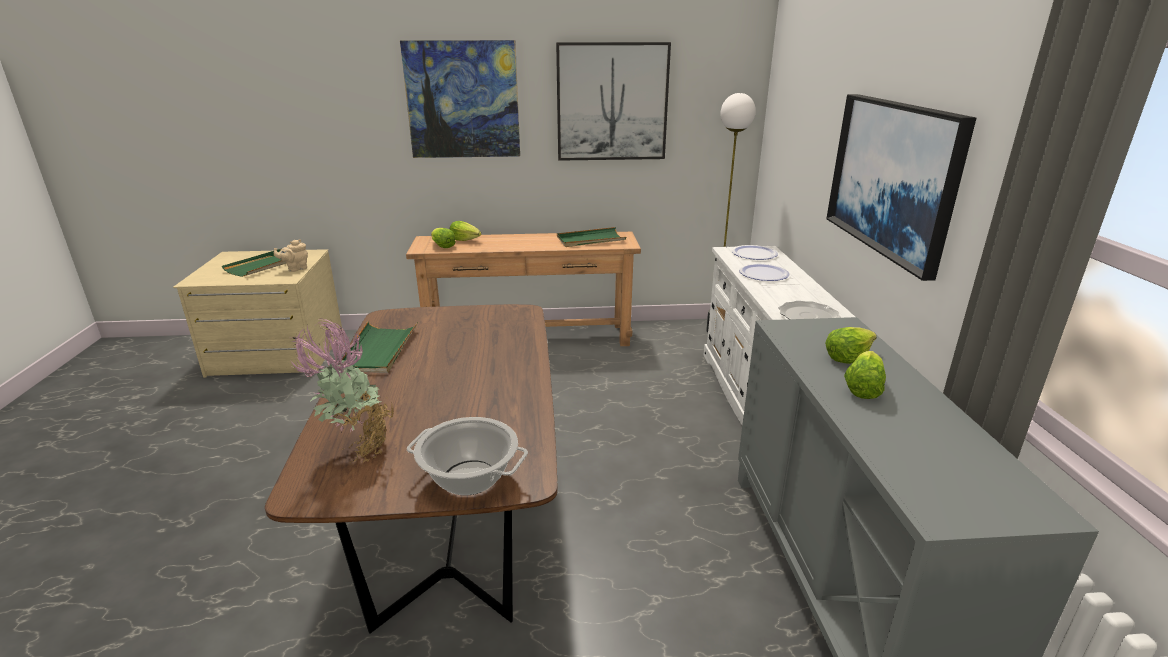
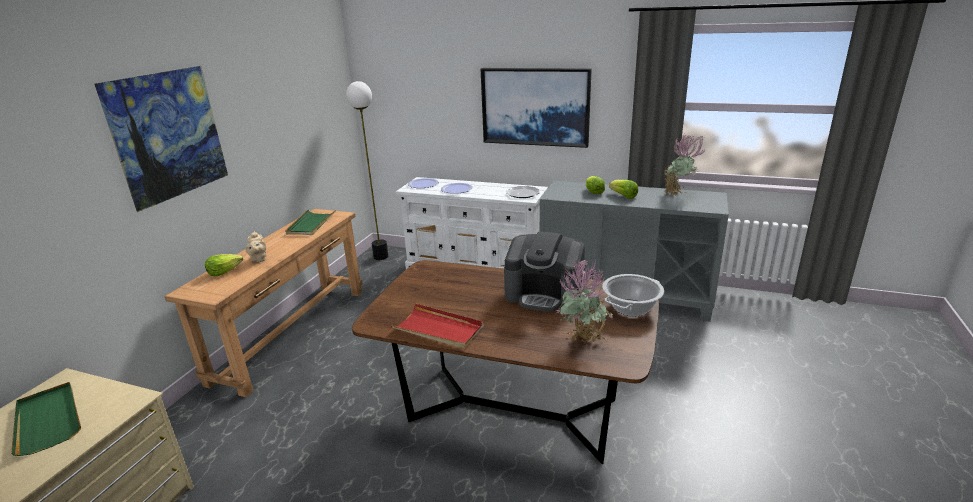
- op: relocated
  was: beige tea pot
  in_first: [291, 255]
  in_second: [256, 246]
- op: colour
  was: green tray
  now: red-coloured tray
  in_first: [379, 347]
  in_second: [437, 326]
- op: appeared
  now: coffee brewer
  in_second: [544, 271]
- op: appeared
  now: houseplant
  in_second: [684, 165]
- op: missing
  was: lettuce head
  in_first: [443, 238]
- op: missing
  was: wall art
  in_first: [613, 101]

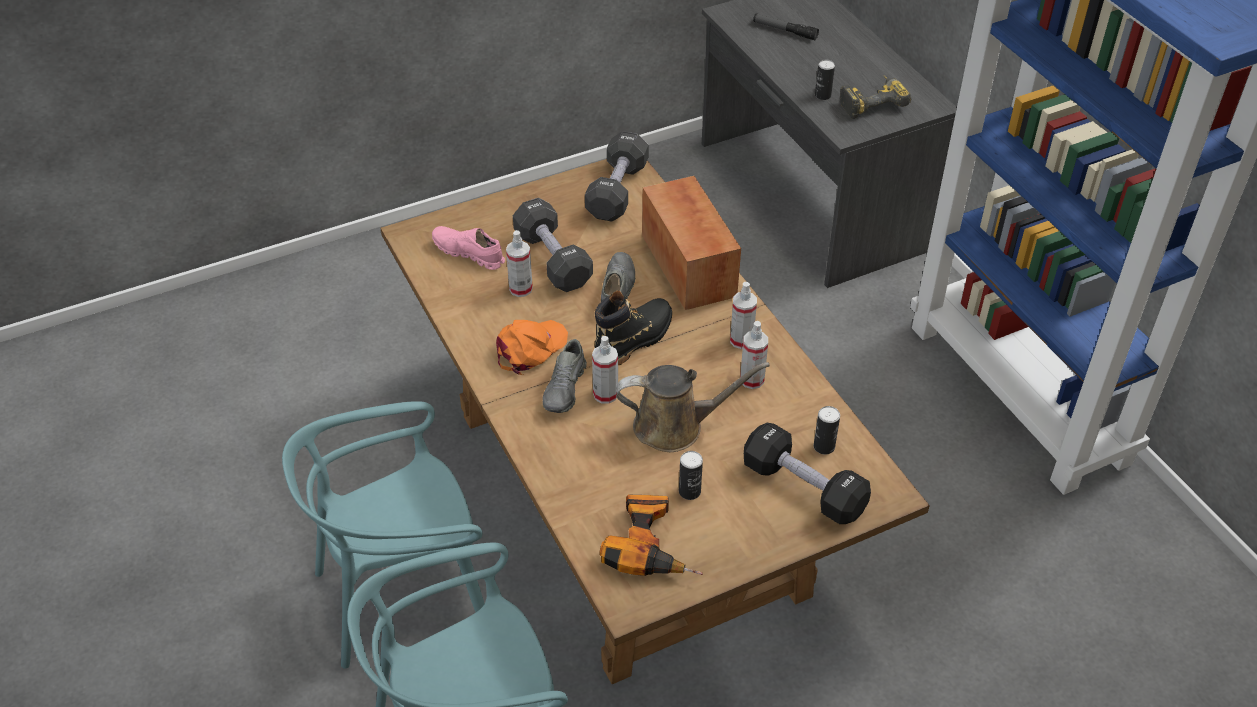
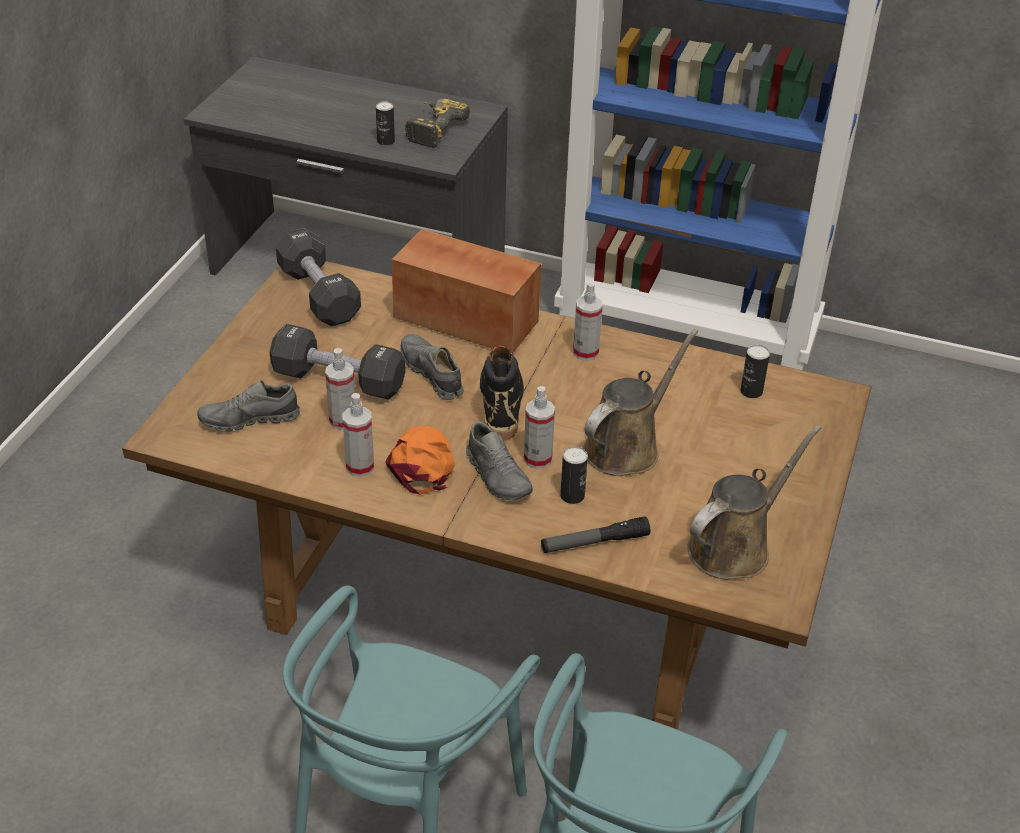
- op: colour
  was: pink-coloured low shoe
  now: gray low shoe
  in_first: [468, 248]
  in_second: [248, 405]
- op: relocated
  was: hand sprayer
  in_first: [754, 355]
  in_second: [358, 435]
- op: relocated
  was: flashlight
  in_first: [786, 27]
  in_second: [595, 534]
- op: relocated
  was: can
  in_first: [691, 475]
  in_second: [574, 475]
- op: exchanged
  was: electric drill
  now: brownish watering can
  in_first: [651, 535]
  in_second: [754, 502]
- op: missing
  was: black free weight
  in_first: [807, 473]

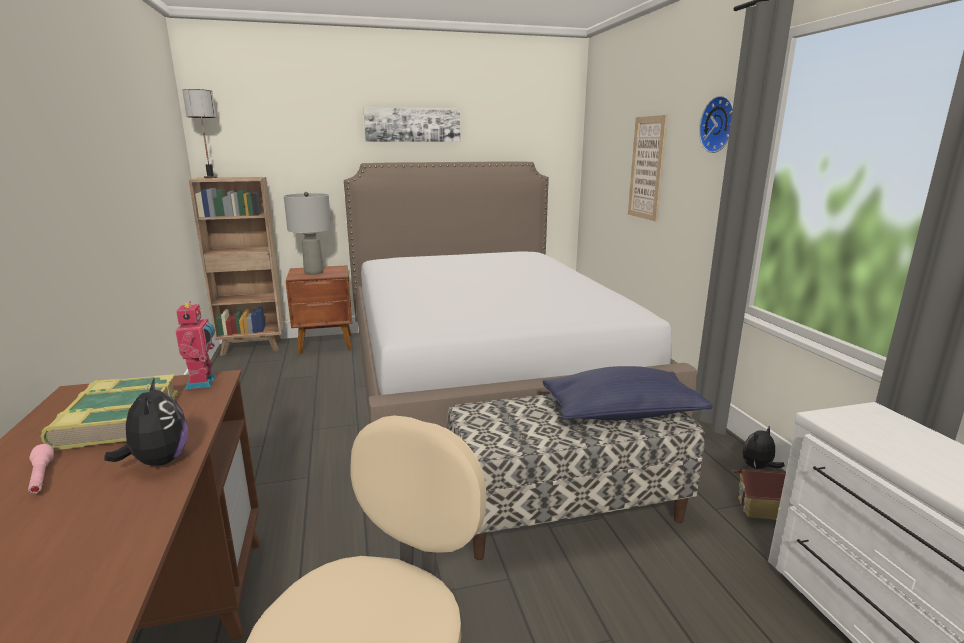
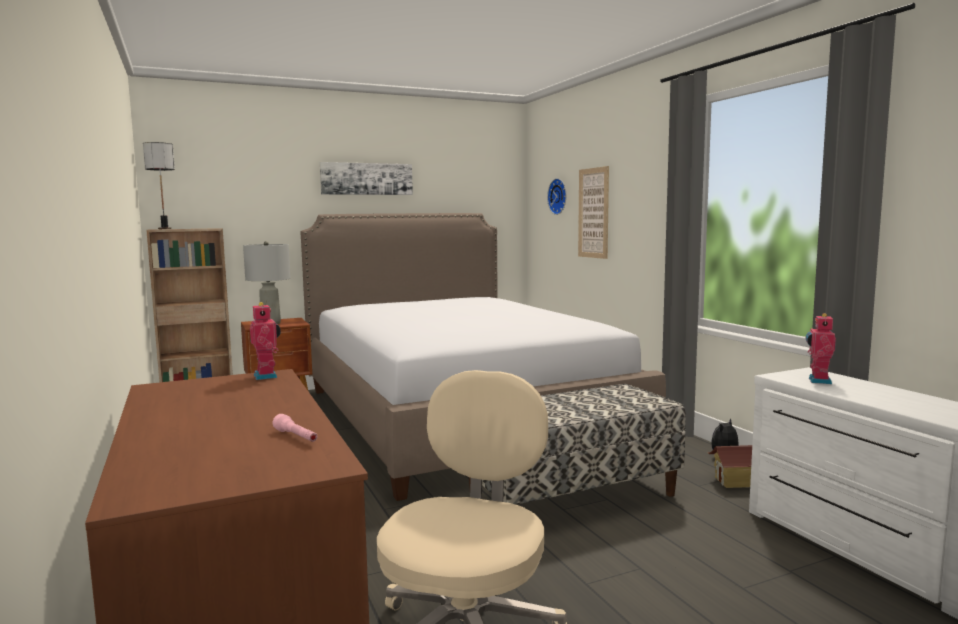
- op: relocated
  was: pink-coloured flashlight
  in_first: [41, 469]
  in_second: [294, 428]
- op: relocated
  was: clock on the wall
  in_first: [716, 124]
  in_second: [556, 196]
- op: appeared
  now: toy robot
  in_second: [821, 348]
- op: missing
  was: book
  in_first: [109, 412]
- op: missing
  was: cuddly toy
  in_first: [146, 422]
- op: missing
  was: bluish cushion
  in_first: [627, 393]

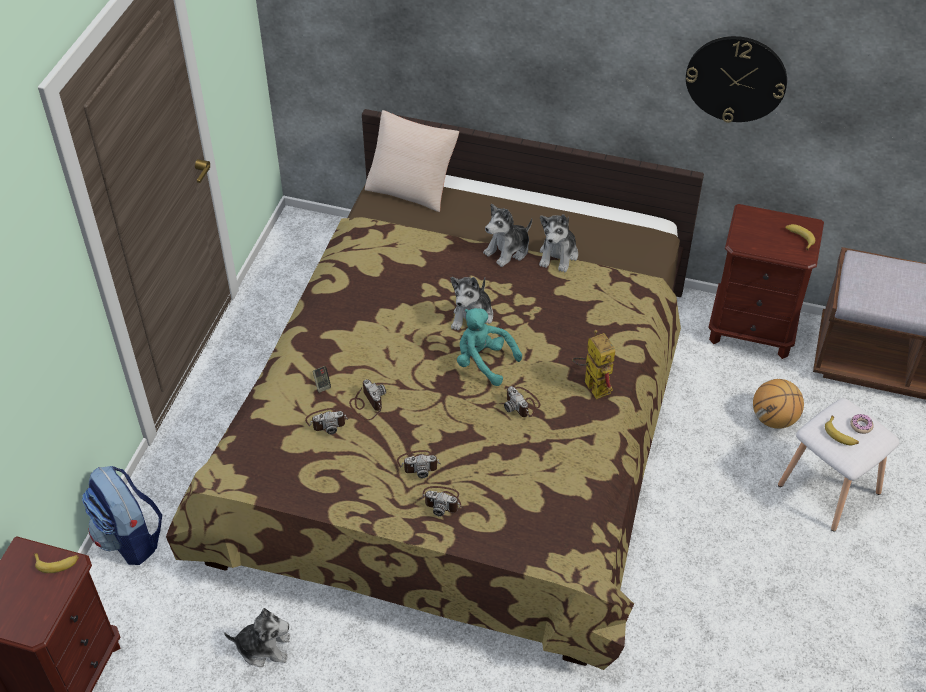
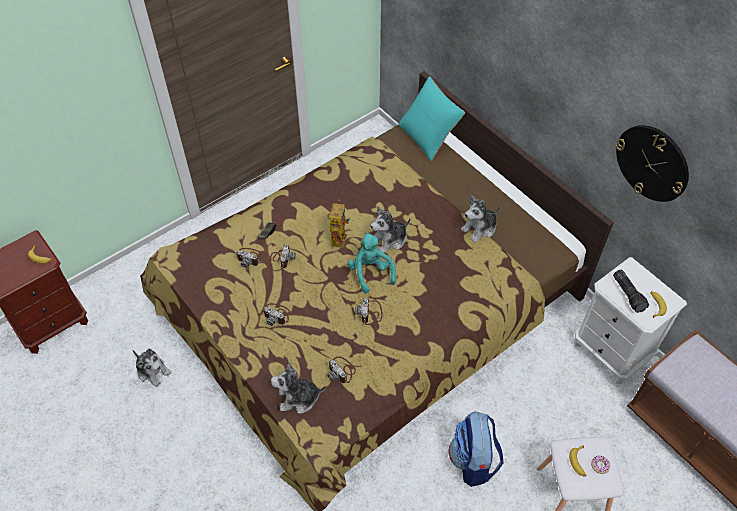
- op: relocated
  was: cuddly toy
  in_first: [507, 235]
  in_second: [298, 387]
- op: relocated
  was: toy robot
  in_first: [593, 364]
  in_second: [339, 224]
- op: relocated
  was: still camera
  in_first: [441, 501]
  in_second: [341, 369]
- op: colour
  was: beige cushion
  now: turquoise-coloured cushion
  in_first: [412, 161]
  in_second: [431, 118]
- op: relocated
  was: rucksack
  in_first: [122, 515]
  in_second: [476, 449]
- op: colour
  was: brownish night table
  now: whitish night table
  in_first: [766, 281]
  in_second: [631, 320]
- op: appeared
  now: flashlight
  in_second: [631, 291]
- op: missing
  was: basketball ball
  in_first: [778, 404]

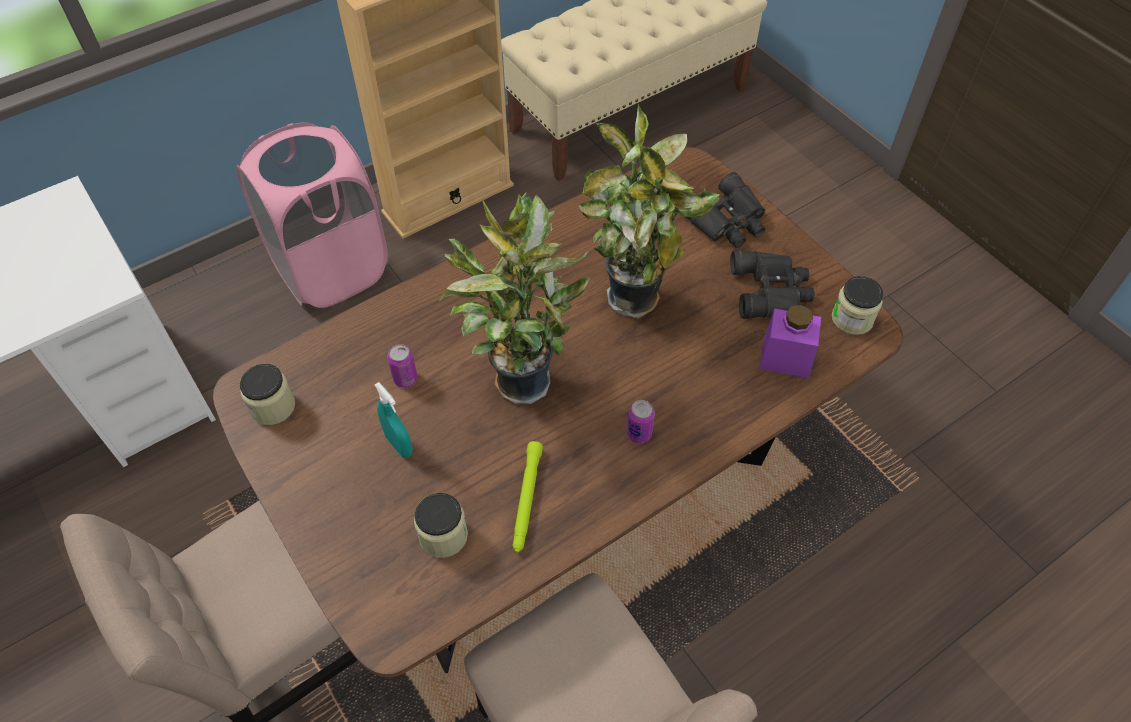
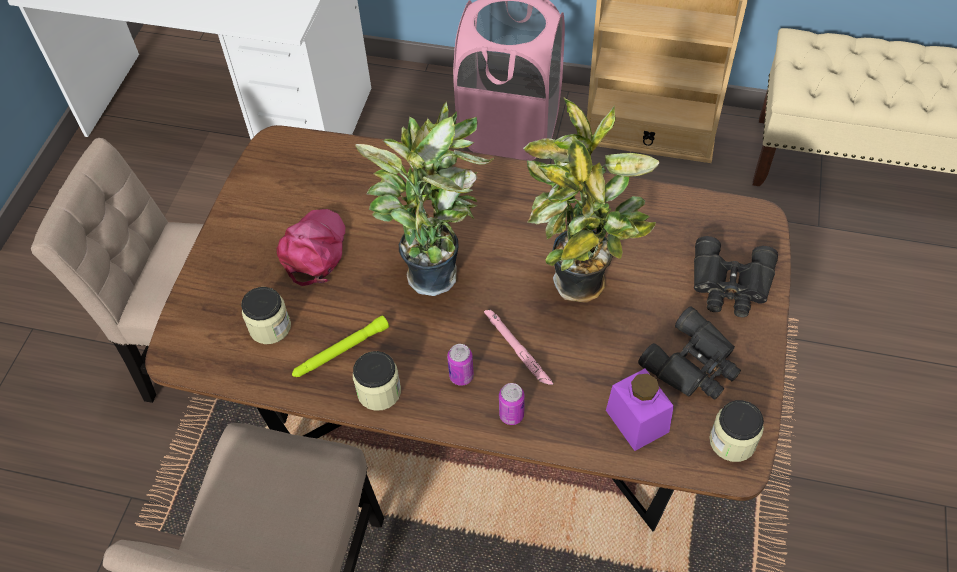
- op: exchanged
  was: turquoise-coloured hand sprayer
  now: pink-coloured cap
  in_first: [394, 420]
  in_second: [310, 247]
- op: relocated
  was: jar
  in_first: [267, 394]
  in_second: [377, 381]
- op: appeared
  now: pink-coloured flashlight
  in_second: [519, 347]
- op: relocated
  was: can
  in_first: [402, 366]
  in_second: [512, 404]

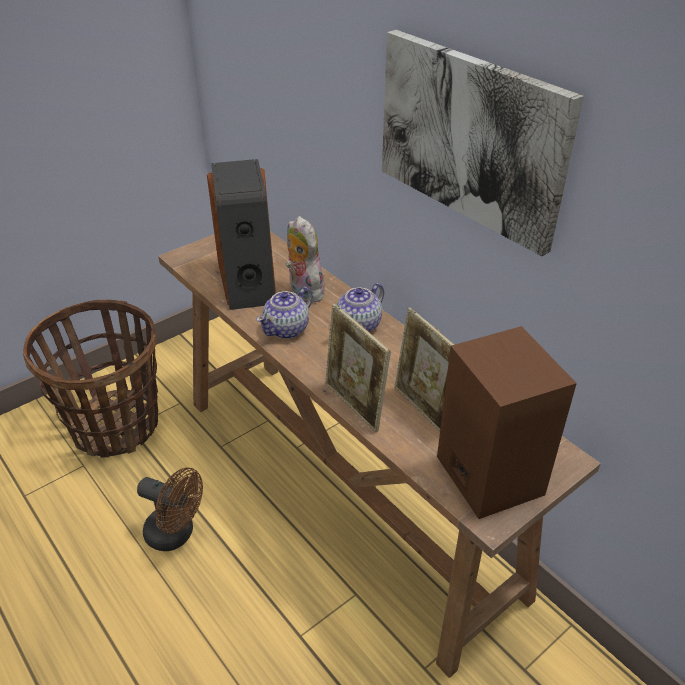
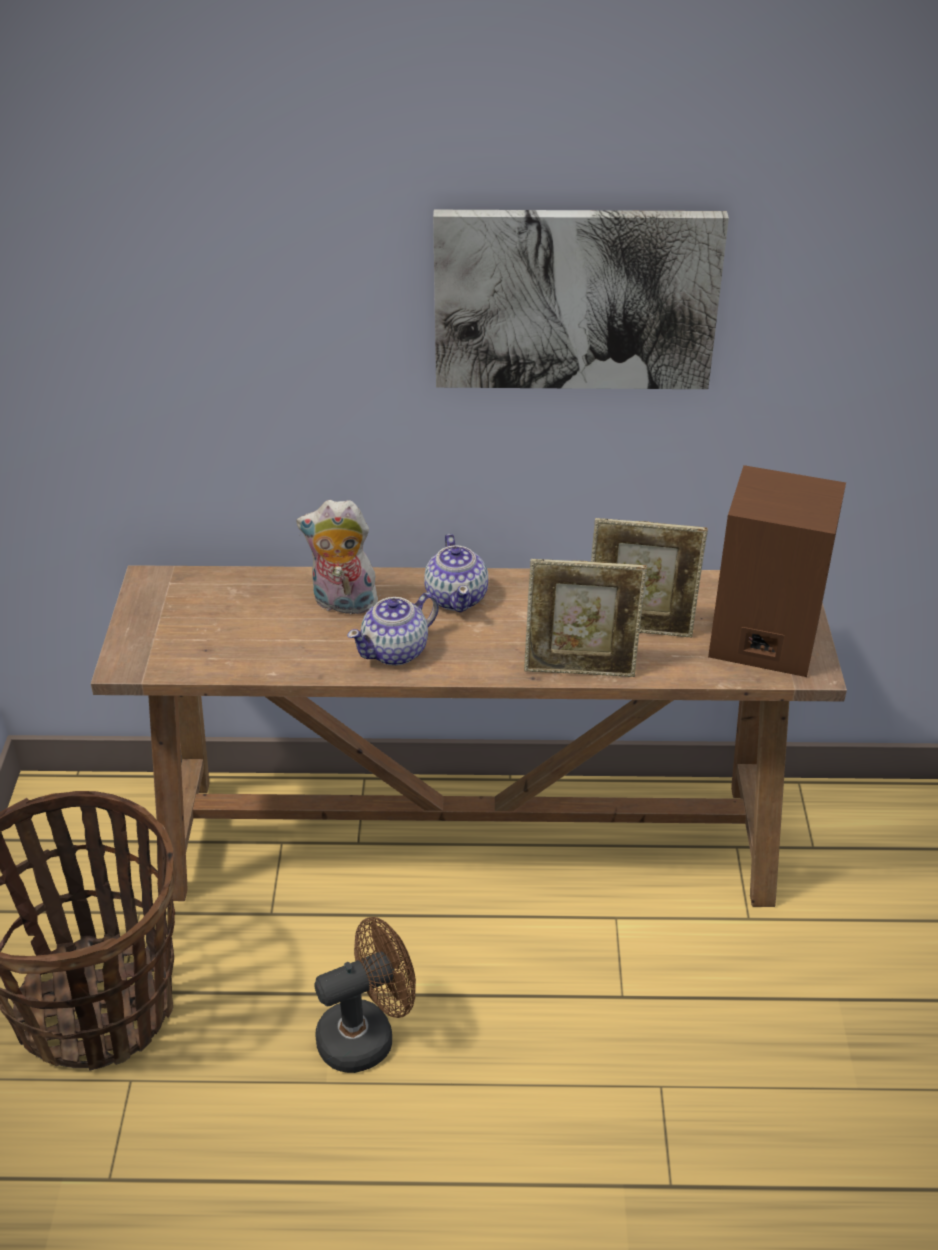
- op: spun
  was: tea pot
  in_first: [284, 313]
  in_second: [393, 629]
  clockwise: 60
- op: missing
  was: audio speaker
  in_first: [241, 234]

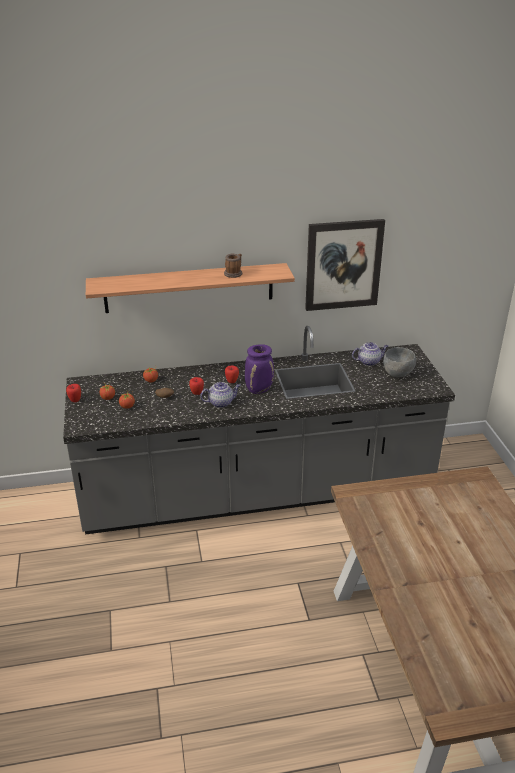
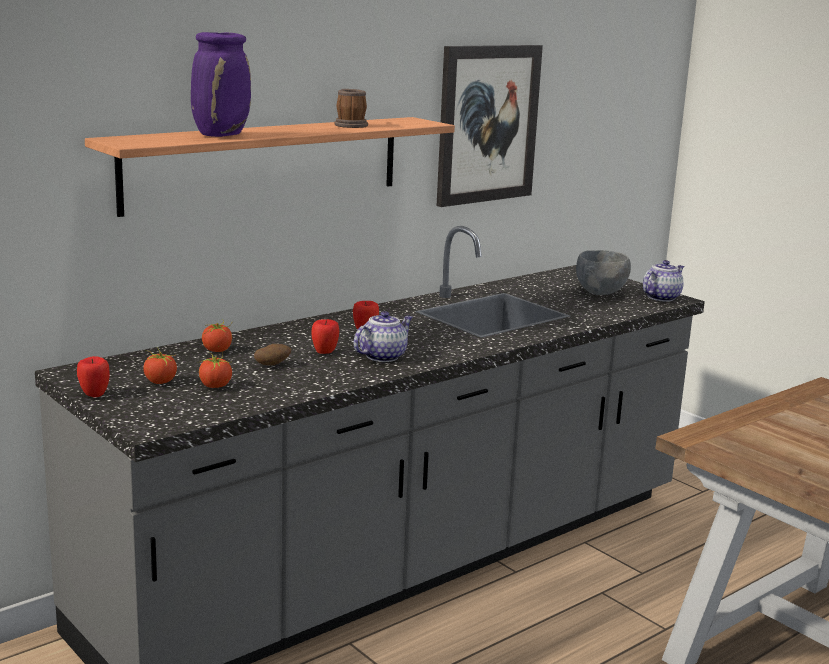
- op: relocated
  was: purplish flower vase
  in_first: [259, 369]
  in_second: [221, 84]
- op: relocated
  was: tea pot
  in_first: [370, 354]
  in_second: [663, 281]

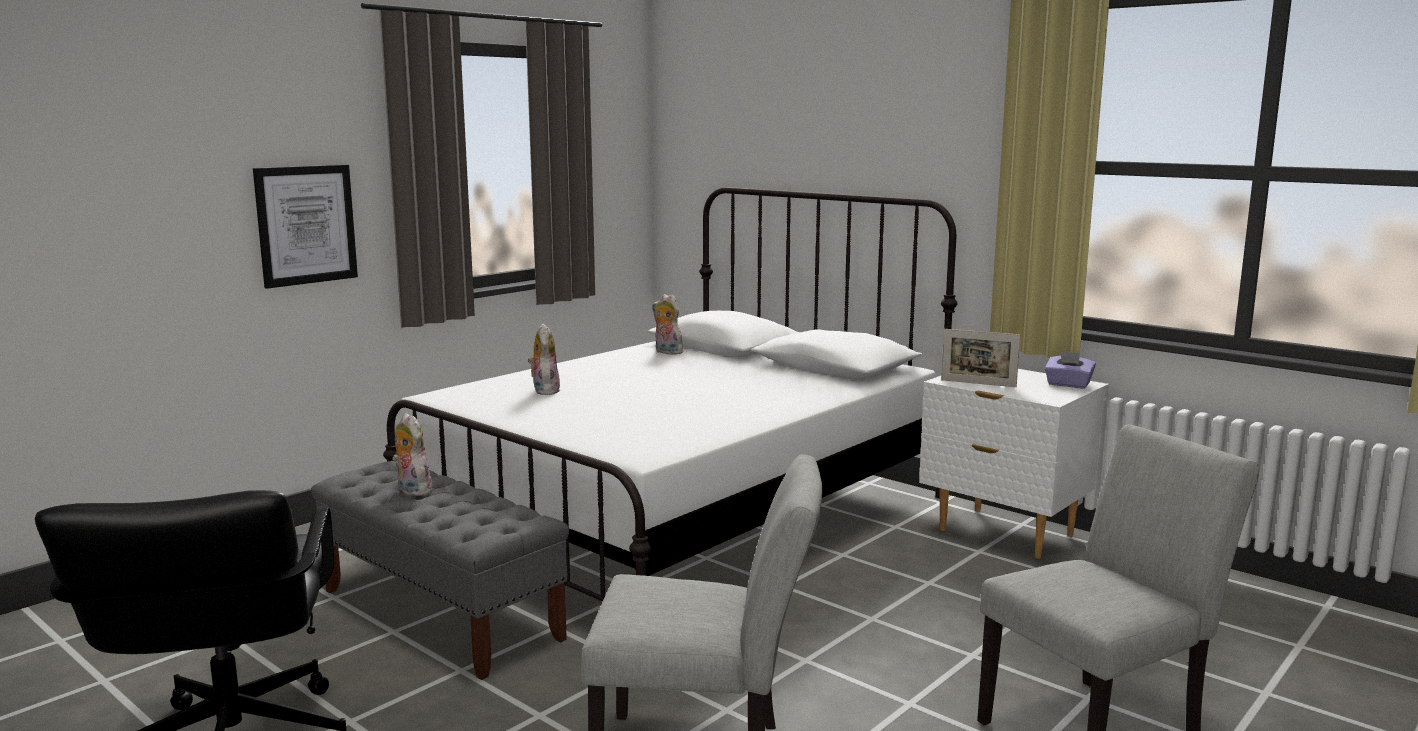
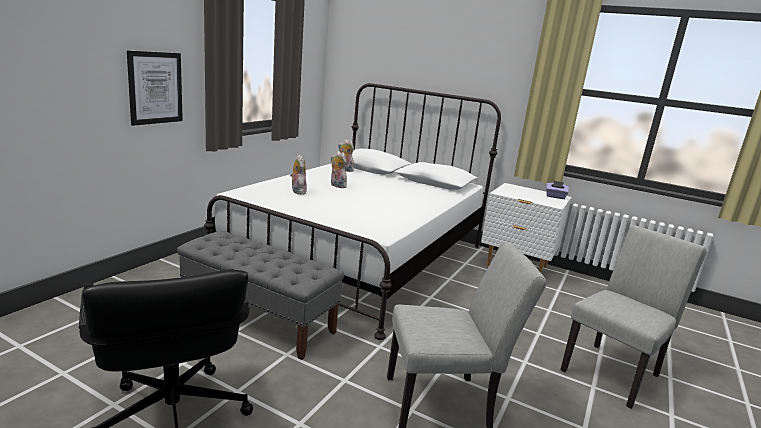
- op: relocated
  was: cuddly toy
  in_first: [412, 454]
  in_second: [339, 169]
- op: missing
  was: standing frame
  in_first: [980, 358]

